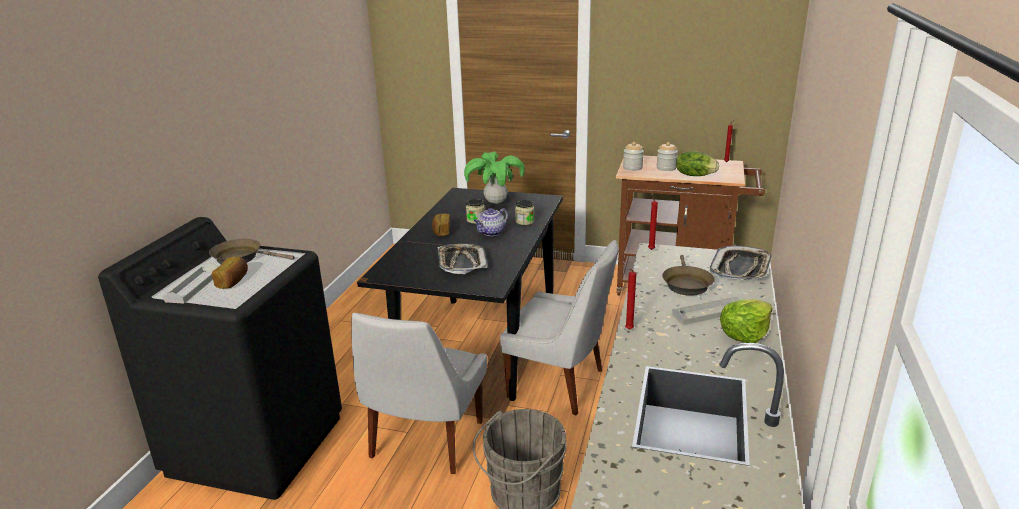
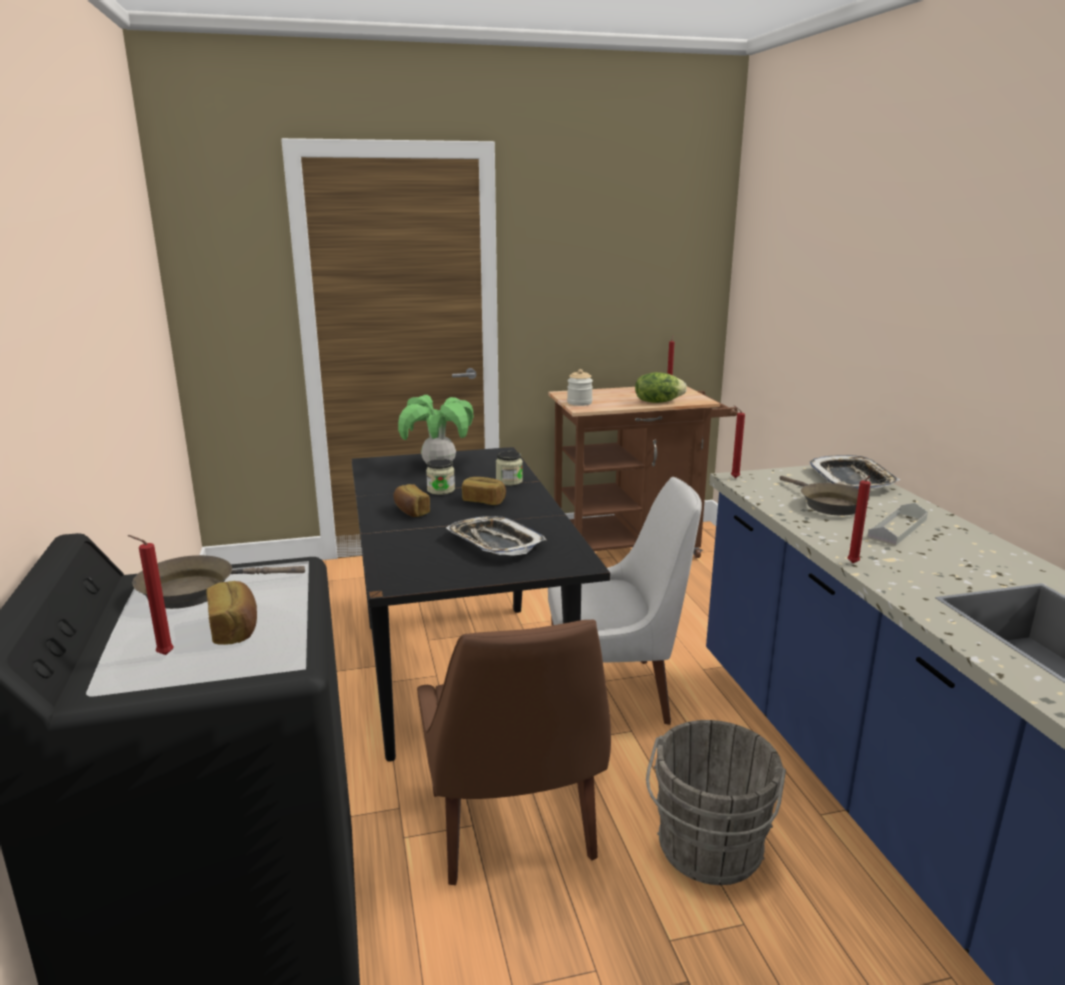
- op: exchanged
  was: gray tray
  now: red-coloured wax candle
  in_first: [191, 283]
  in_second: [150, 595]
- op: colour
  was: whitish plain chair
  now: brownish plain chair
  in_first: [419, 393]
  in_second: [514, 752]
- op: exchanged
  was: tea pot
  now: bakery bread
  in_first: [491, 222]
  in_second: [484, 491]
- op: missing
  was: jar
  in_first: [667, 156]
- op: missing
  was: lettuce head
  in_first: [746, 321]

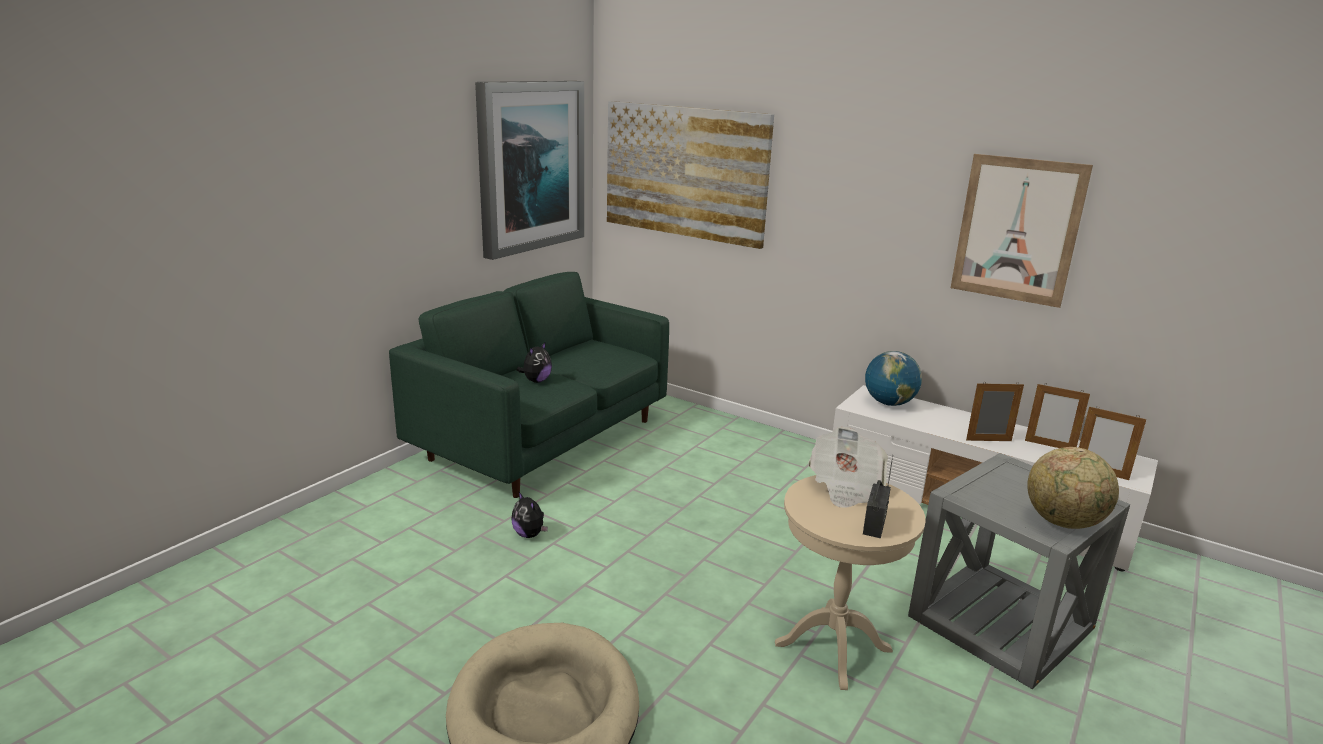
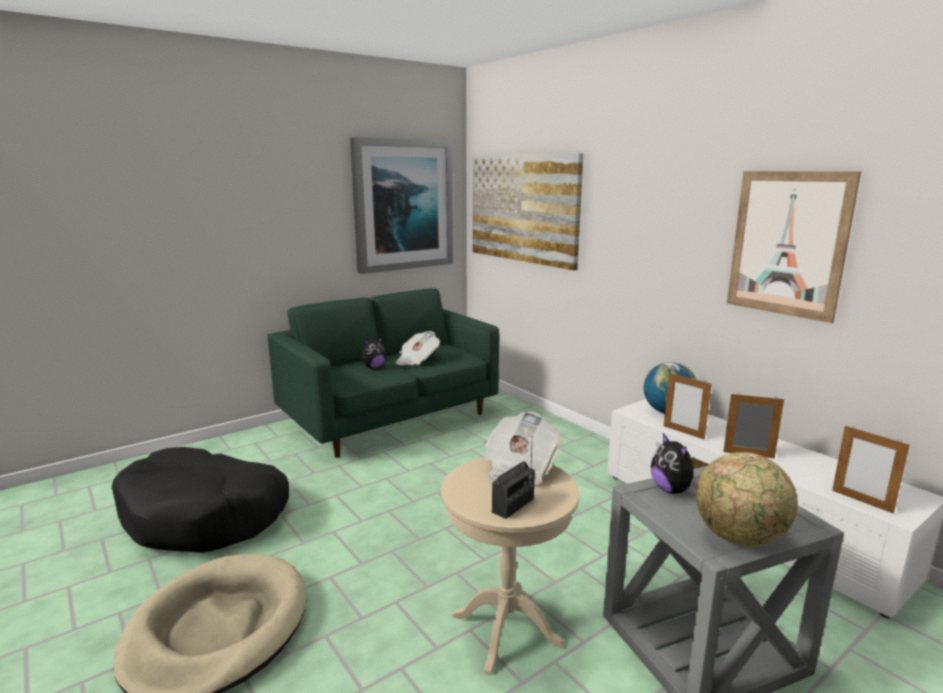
- op: appeared
  now: black dog bed
  in_second: [200, 500]
- op: appeared
  now: daily paper
  in_second: [418, 348]
- op: relocated
  was: cuddly toy
  in_first: [529, 515]
  in_second: [674, 463]
- op: relocated
  was: standing frame
  in_first: [1057, 415]
  in_second: [688, 406]

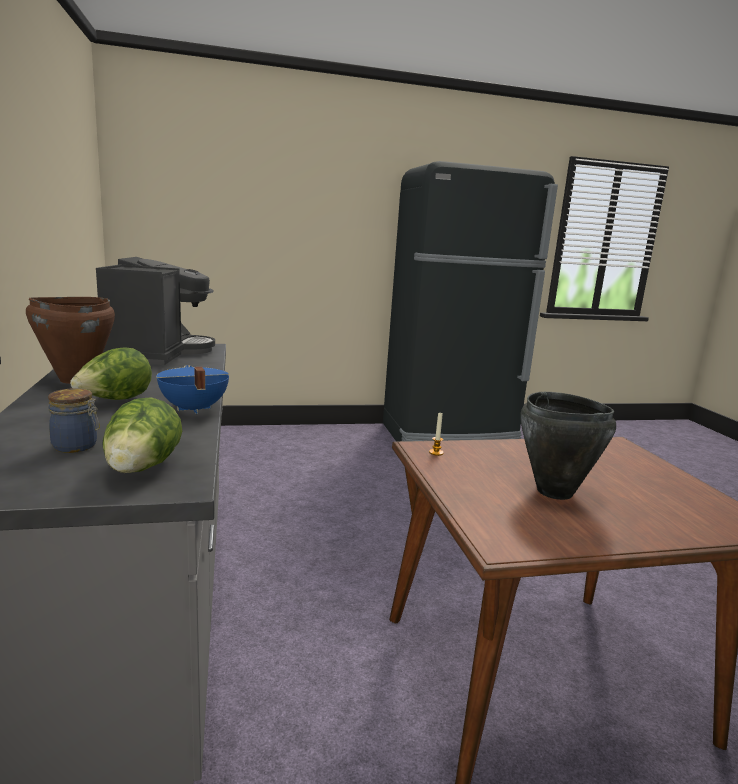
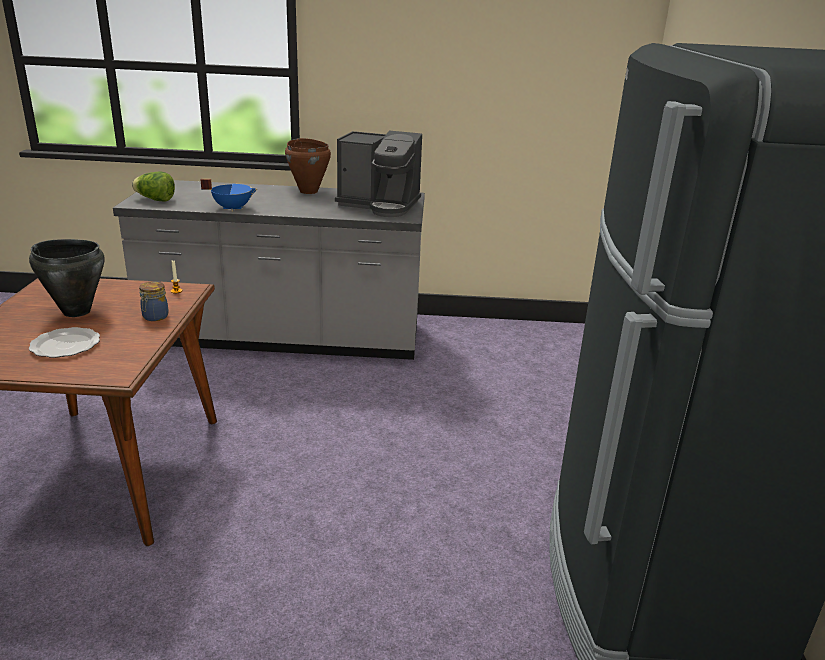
- op: appeared
  now: plate
  in_second: [64, 342]
- op: relocated
  was: jar
  in_first: [74, 420]
  in_second: [154, 301]
- op: missing
  was: lettuce head
  in_first: [111, 373]

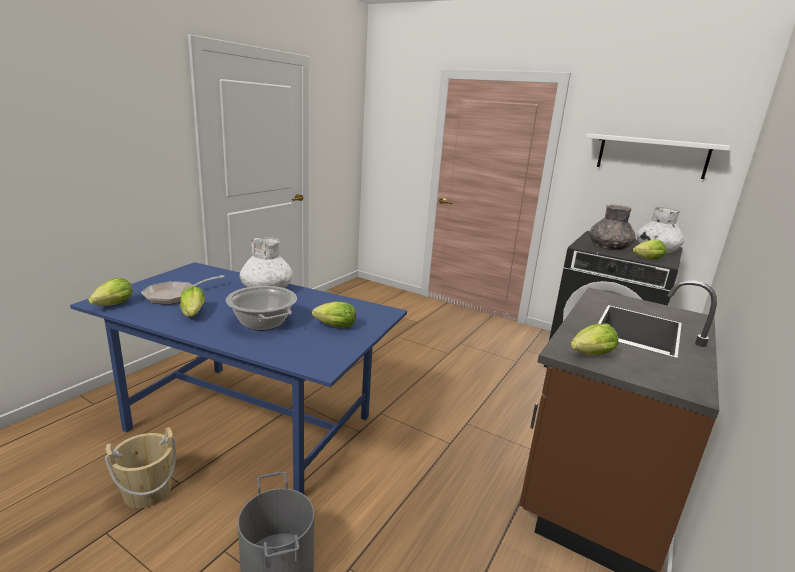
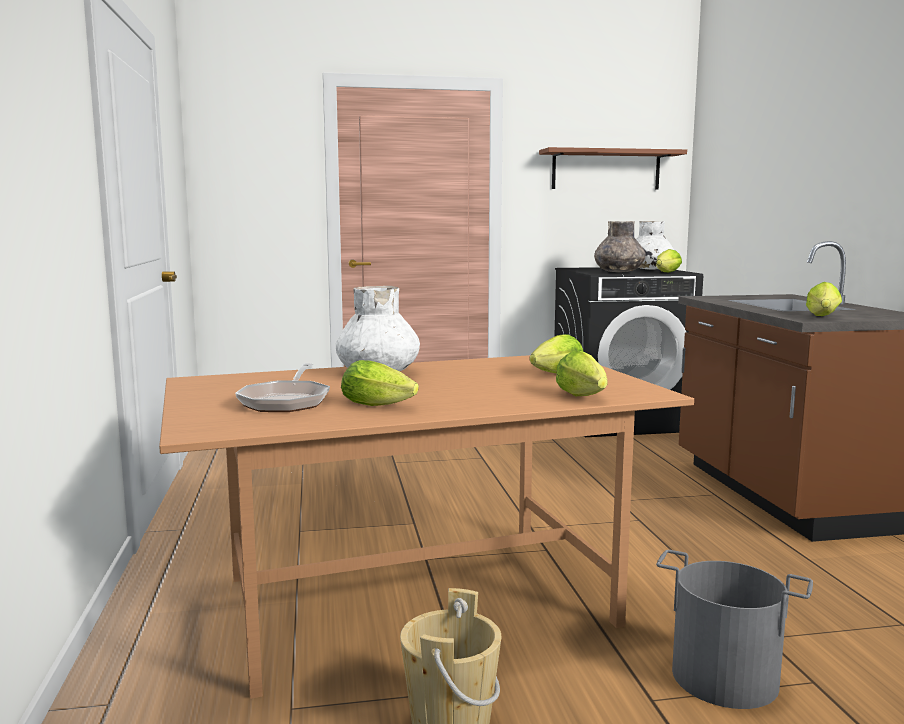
- op: colour
  was: bluish dining table
  now: brownish dining table
  in_first: [238, 378]
  in_second: [426, 527]
- op: colour
  was: whitish shelf
  now: brownish shelf
  in_first: [658, 156]
  in_second: [613, 168]
- op: relocated
  was: lettuce head
  in_first: [110, 291]
  in_second: [582, 373]
- op: missing
  was: saucepot
  in_first: [261, 308]

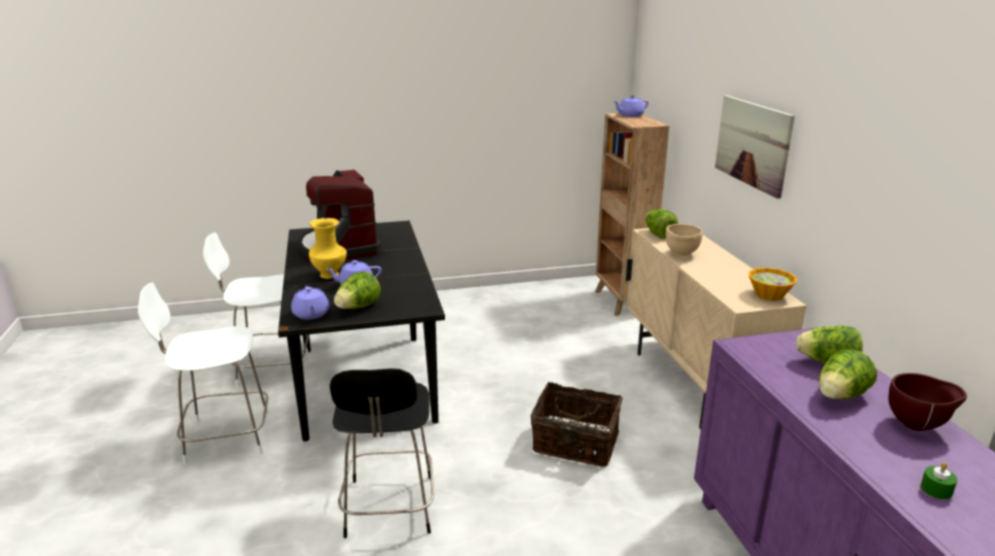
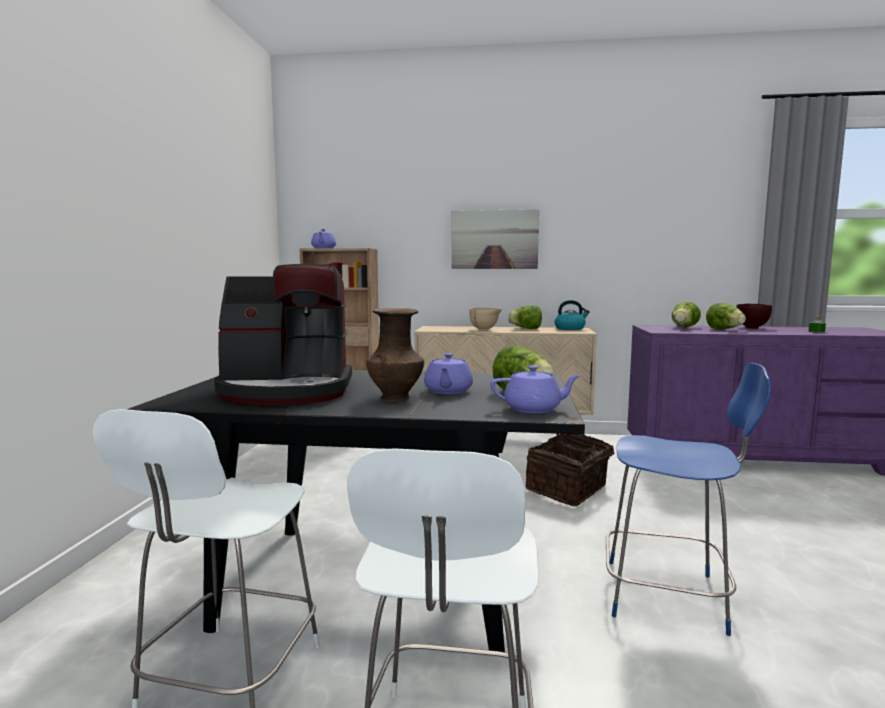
- op: colour
  was: yellow flower vase
  now: brownish flower vase
  in_first: [328, 248]
  in_second: [395, 355]
- op: relocated
  was: lettuce head
  in_first: [661, 223]
  in_second: [525, 317]
- op: exchanged
  was: deep dish
  now: kettle
  in_first: [773, 284]
  in_second: [572, 315]
- op: colour
  was: black plain chair
  now: bluish plain chair
  in_first: [382, 453]
  in_second: [688, 499]

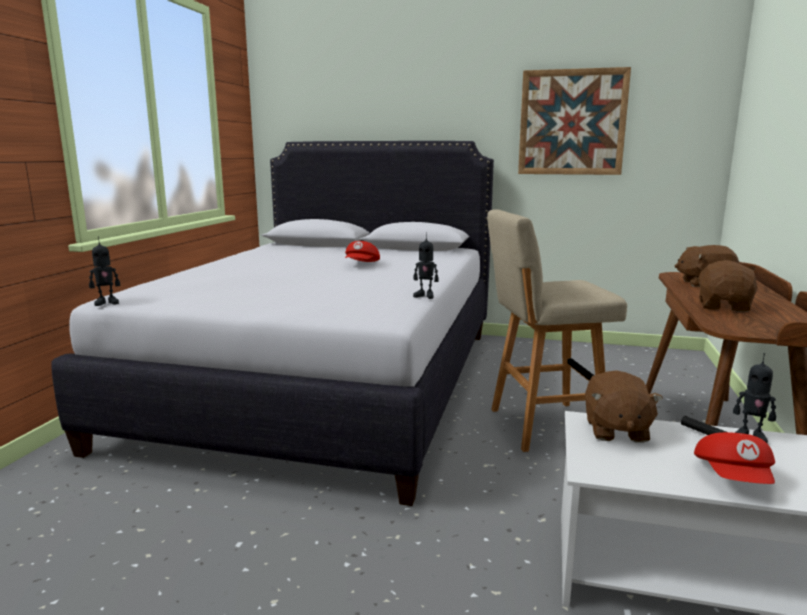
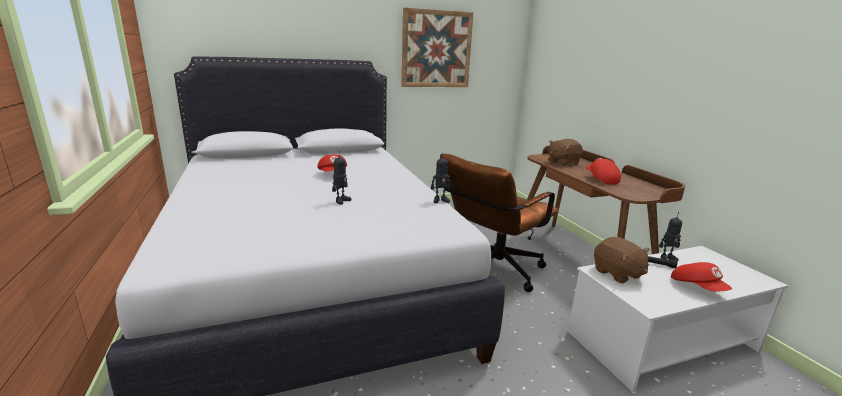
- op: relocated
  was: toy robot
  in_first: [104, 271]
  in_second: [341, 178]
- op: exchanged
  was: beige stool seat
  now: brownish desk chair
  in_first: [557, 330]
  in_second: [499, 223]
- op: exchanged
  was: brownish cuddly toy
  now: red-coloured cap
  in_first: [727, 286]
  in_second: [603, 171]

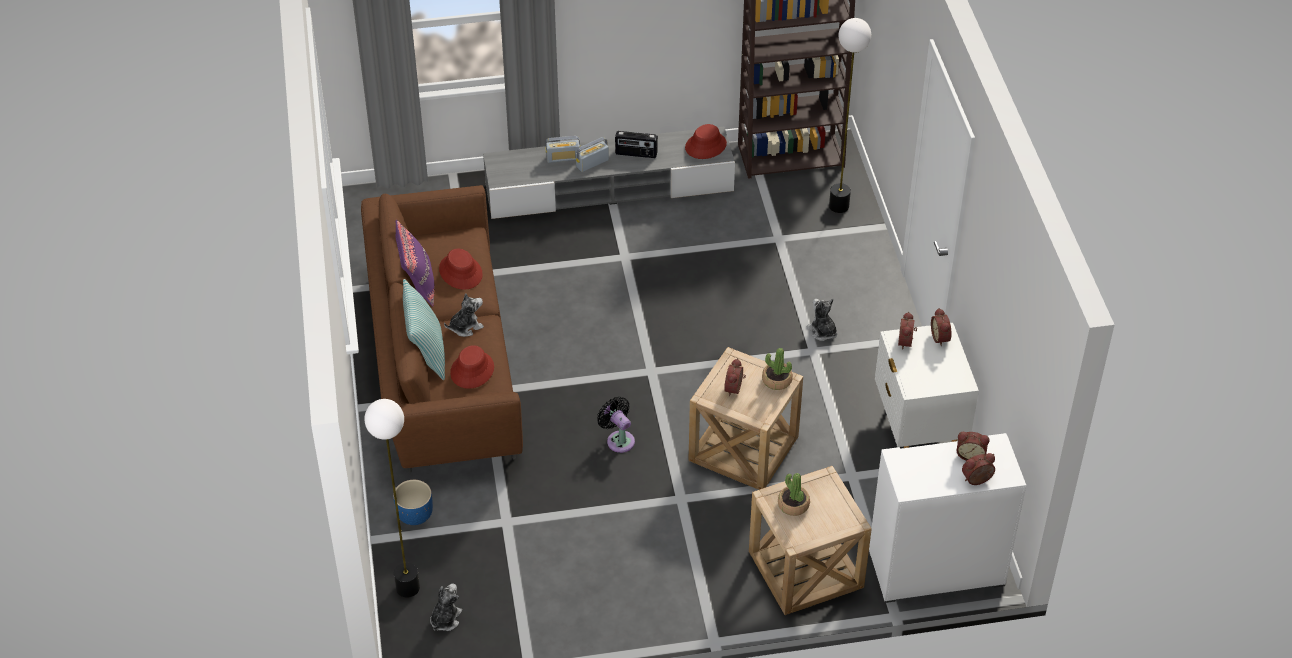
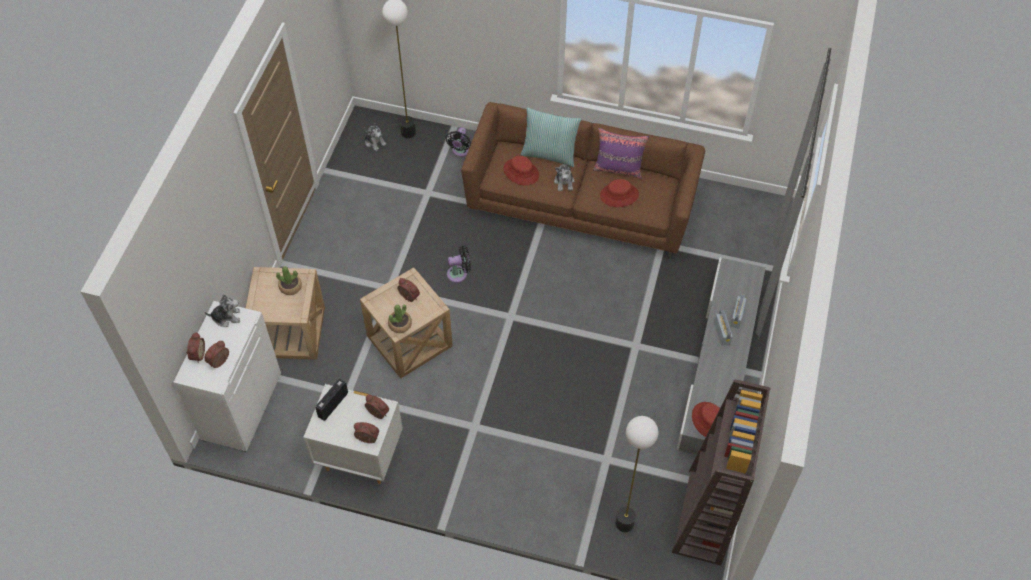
- op: relocated
  was: cuddly toy
  in_first: [822, 320]
  in_second: [222, 311]
- op: relocated
  was: radio
  in_first: [636, 144]
  in_second: [331, 400]
- op: exchanged
  was: bluish planter
  now: black fan
  in_first: [413, 502]
  in_second: [458, 142]

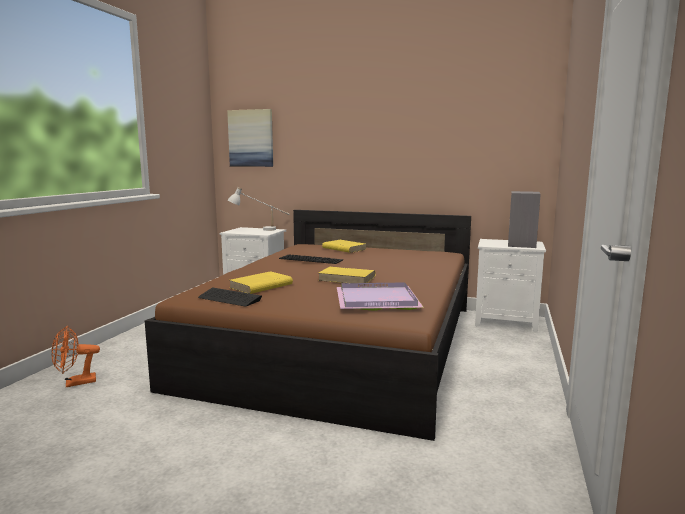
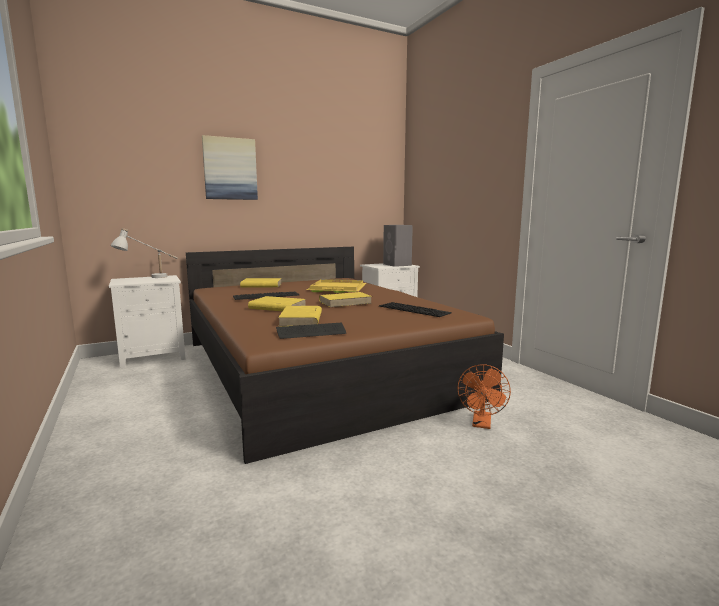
- op: relocated
  was: wall art
  in_first: [250, 138]
  in_second: [230, 167]
- op: appeared
  now: yellow book
  in_second: [277, 303]
- op: appeared
  now: yellow tray
  in_second: [336, 286]
- op: exchanged
  was: purplish tray
  now: keyboard
  in_first: [380, 296]
  in_second: [415, 309]
- op: relocated
  was: orange fan
  in_first: [76, 356]
  in_second: [484, 396]

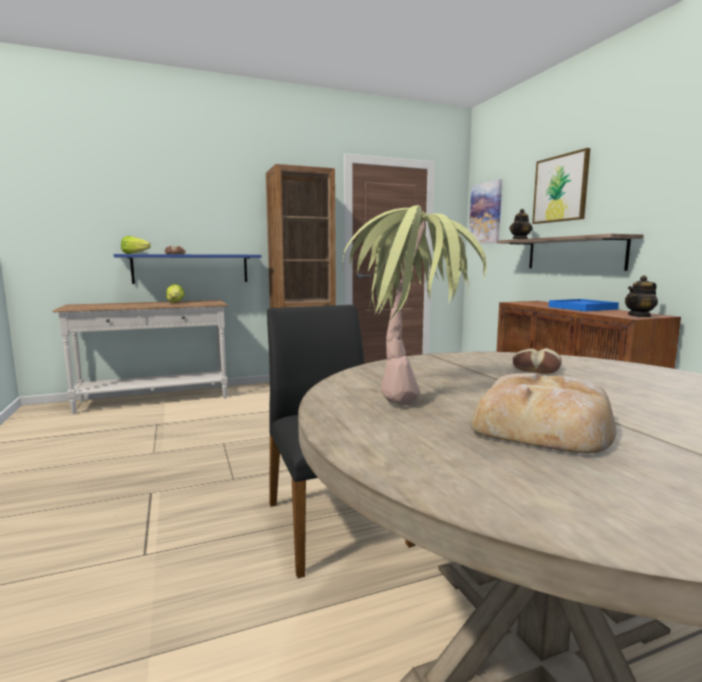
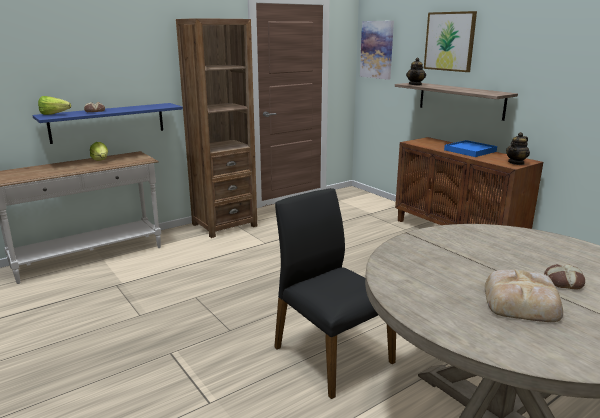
- op: relocated
  was: bakery bread
  in_first: [537, 361]
  in_second: [564, 277]
- op: missing
  was: houseplant
  in_first: [415, 305]

